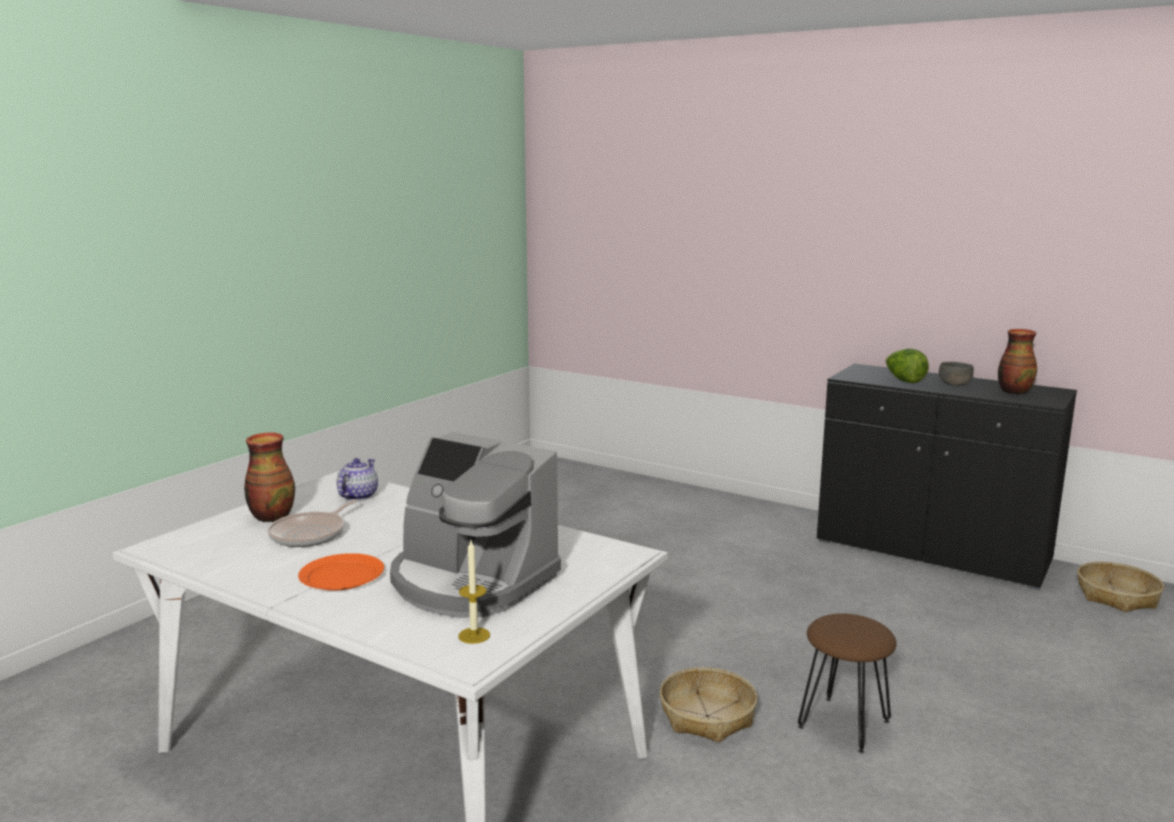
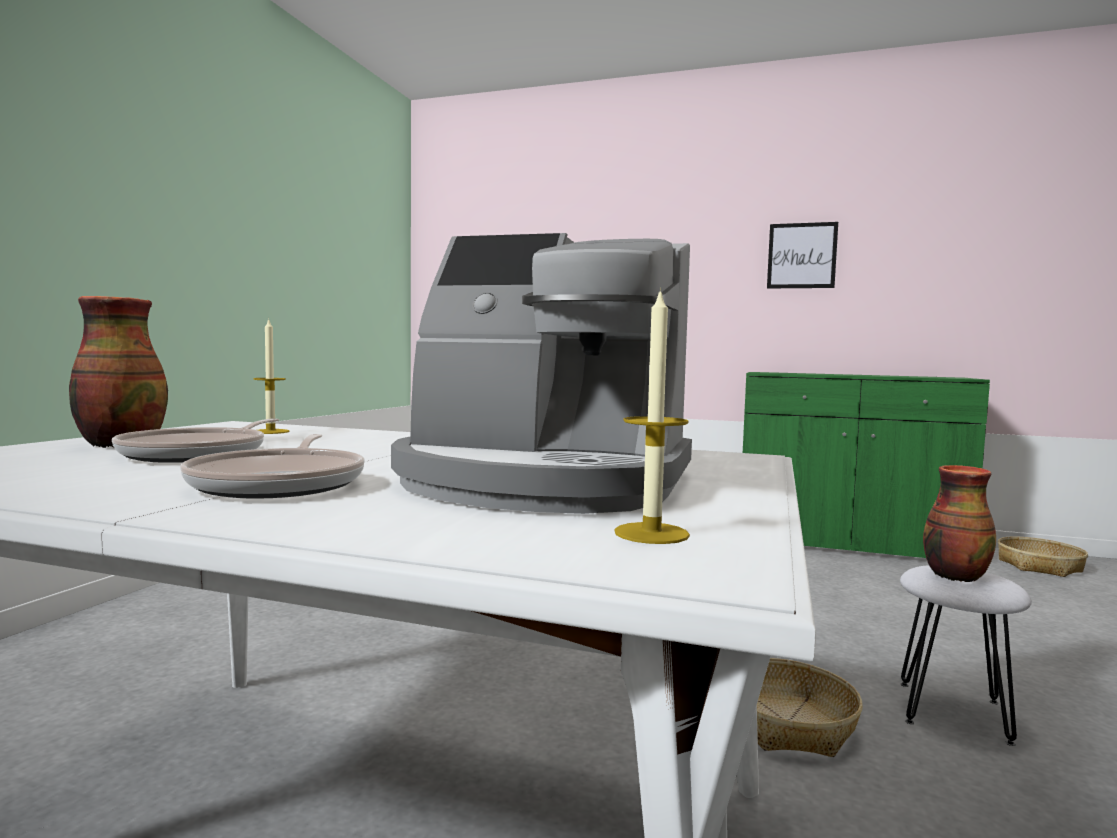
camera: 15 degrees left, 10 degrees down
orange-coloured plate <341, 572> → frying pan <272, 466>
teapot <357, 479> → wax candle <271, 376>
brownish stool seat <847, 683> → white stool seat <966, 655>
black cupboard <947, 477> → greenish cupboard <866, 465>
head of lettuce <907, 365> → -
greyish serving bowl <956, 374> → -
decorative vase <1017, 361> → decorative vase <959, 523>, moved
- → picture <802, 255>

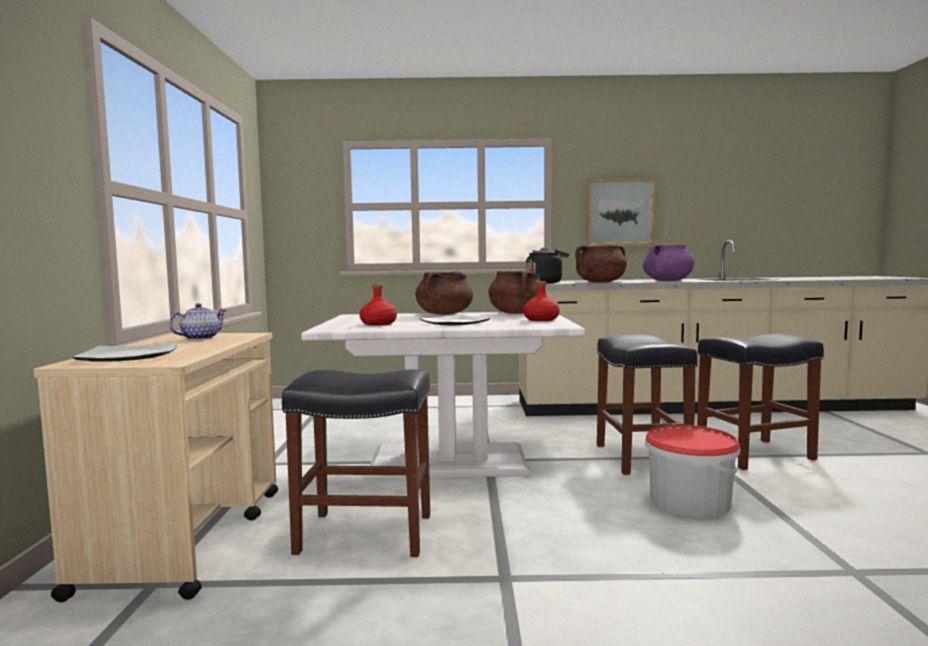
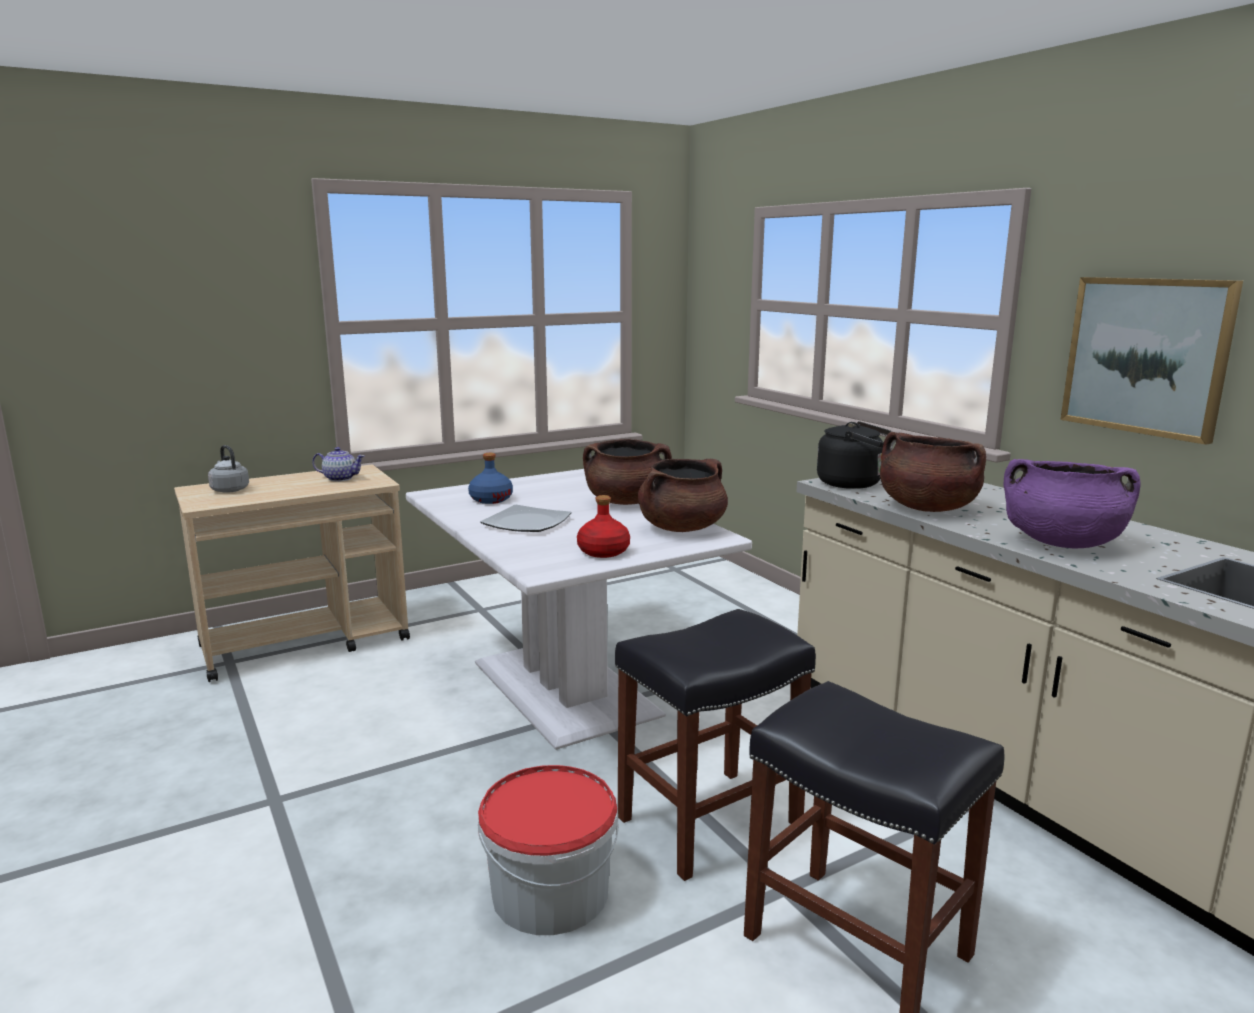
camera: 60 degrees right, 10 degrees up
plate <124, 352> → greyish tea kettle <228, 469>
black stool seat <356, 463> → -
reddish drink bottle <378, 305> → bluish drink bottle <490, 478>

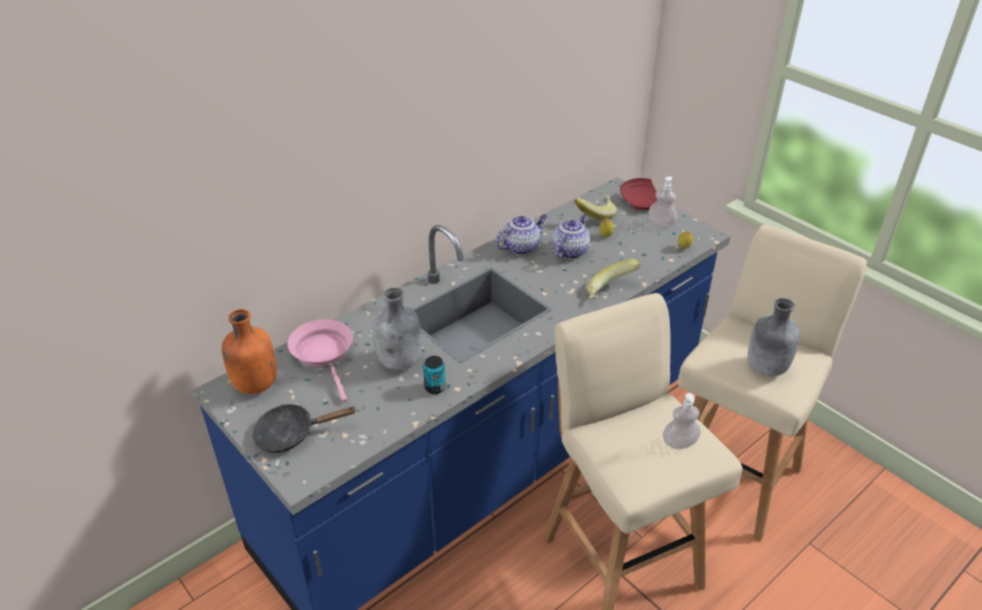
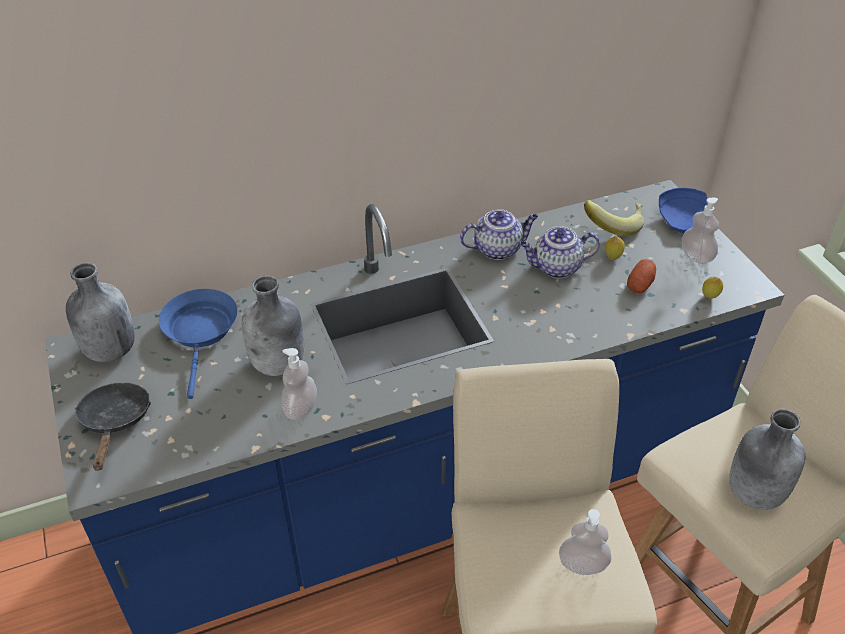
camera: 20 degrees right, 5 degrees up
orange-coloured drink bottle <249, 351> → greyish drink bottle <100, 312>
black frying pan <304, 428> → black frying pan <113, 426>, 75 degrees clockwise
pink frying pan <320, 360> → bluish frying pan <198, 344>
can <434, 375> → liquid soap bottle <299, 384>
teapot <571, 236> → teapot <560, 252>, 150 degrees counterclockwise
whole banana <613, 279> → -
reddish plate <638, 194> → bluish plate <683, 210>
- → whole potato <641, 276>

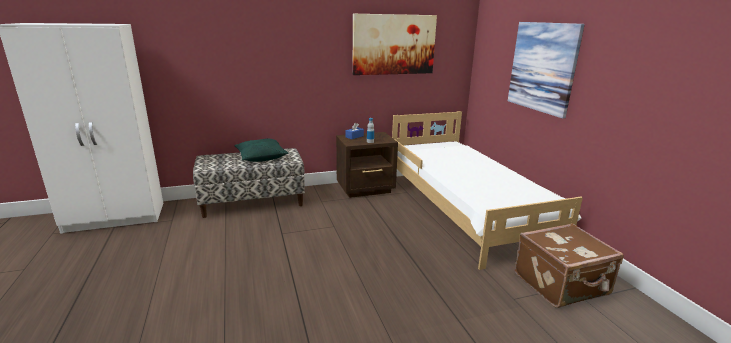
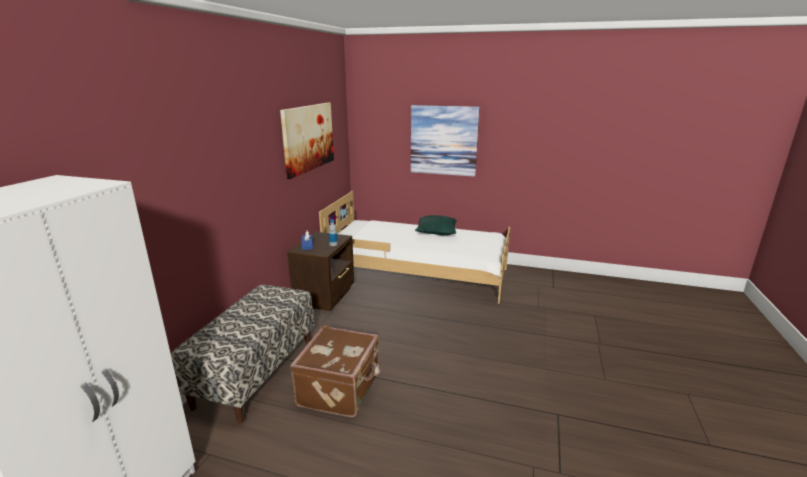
camera: 55 degrees left, 0 degrees up
greenish pillow <261, 150> → greenish pillow <436, 225>, moved
brownish suitcase <569, 265> → brownish suitcase <335, 371>, moved

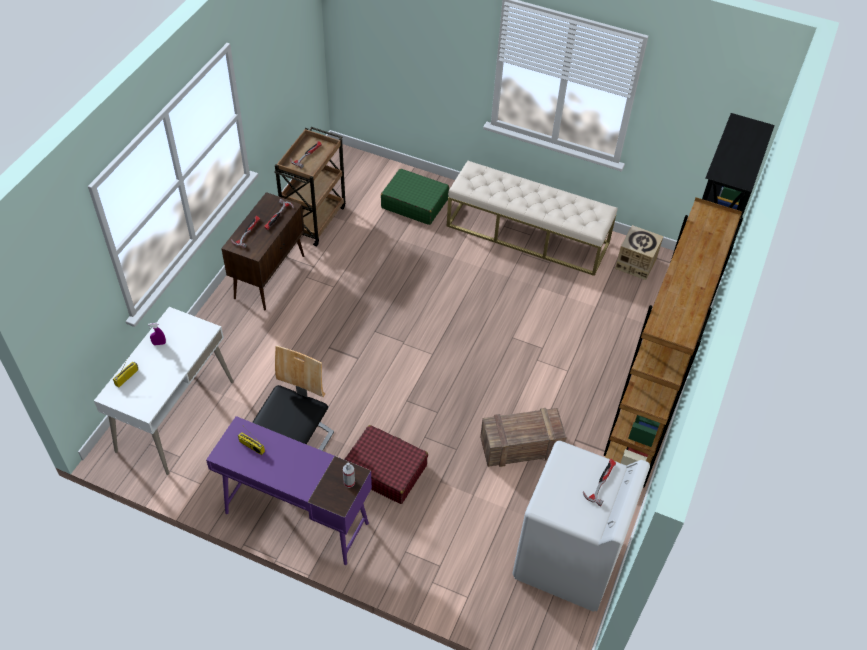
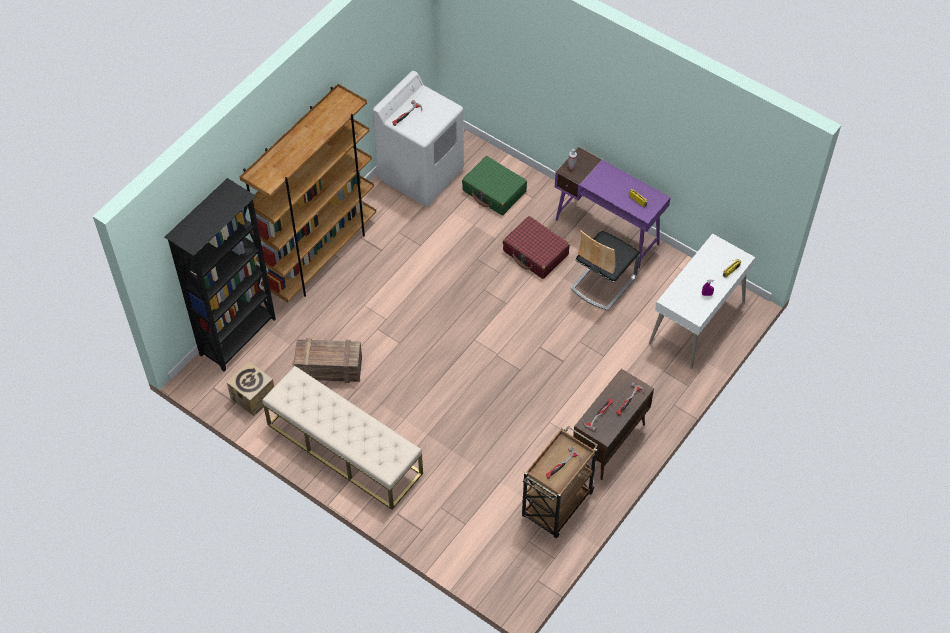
camera: 165 degrees left, 5 degrees up
greenish suitcase <415, 197> → greenish suitcase <494, 185>, moved
packing crate <523, 437> → packing crate <327, 360>, moved

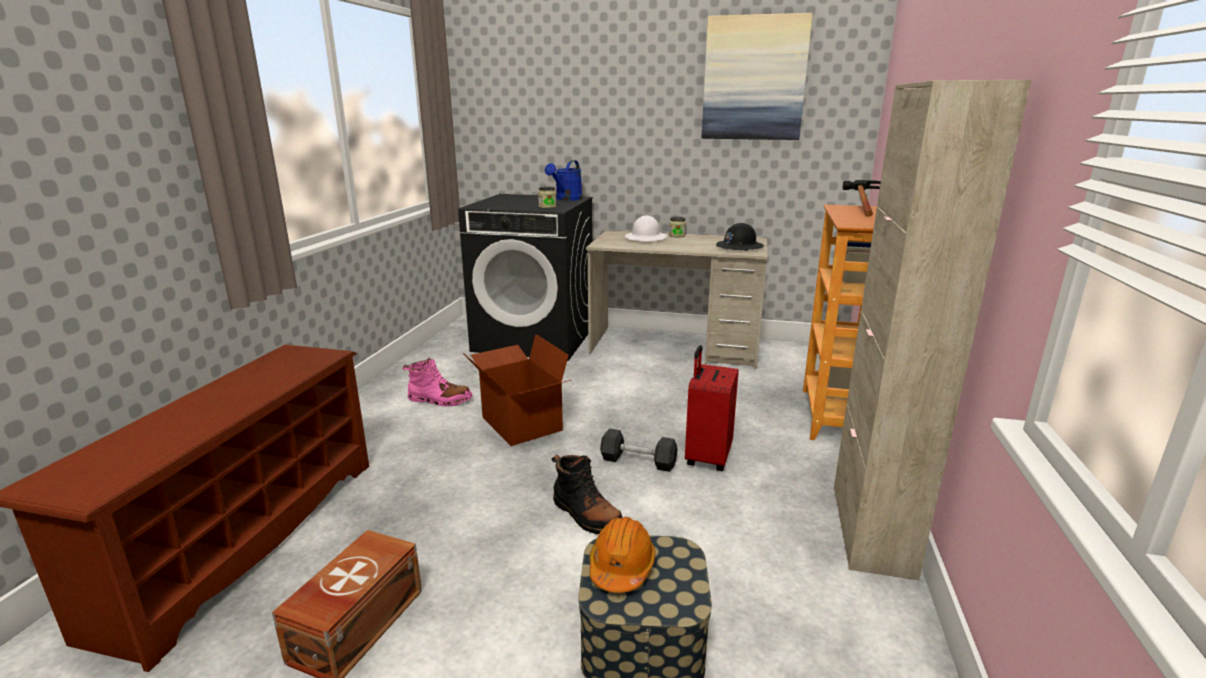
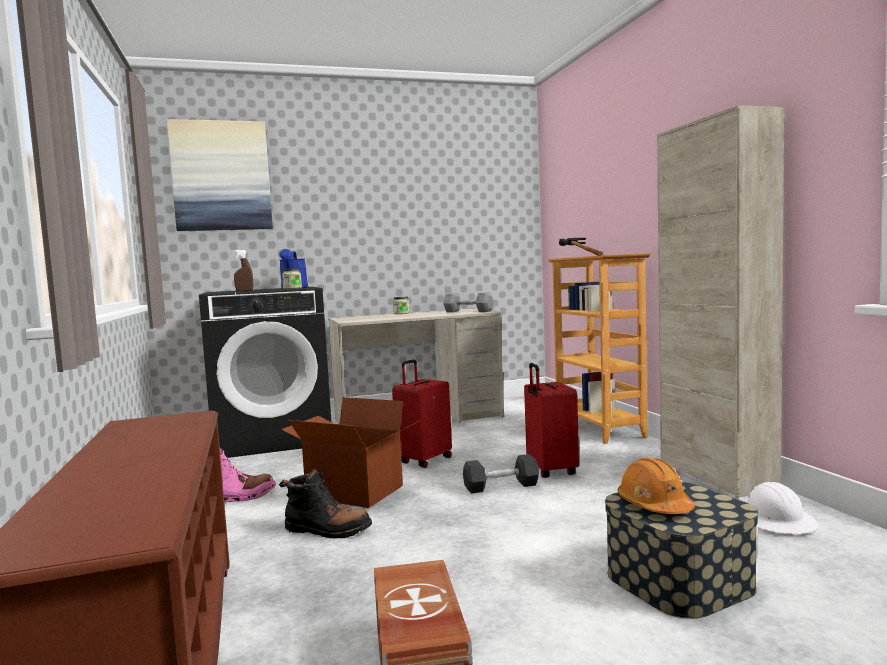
camera: 30 degrees left, 15 degrees down
black high-top boot <587, 494> → black high-top boot <325, 503>, moved
white hard hat <646, 228> → white hard hat <782, 508>, moved
picture <757, 76> → picture <220, 175>, moved
black hard hat <740, 237> → greyish hand weight <468, 302>
- → brownish spray bottle <243, 270>
- → reddish suitcase <422, 413>

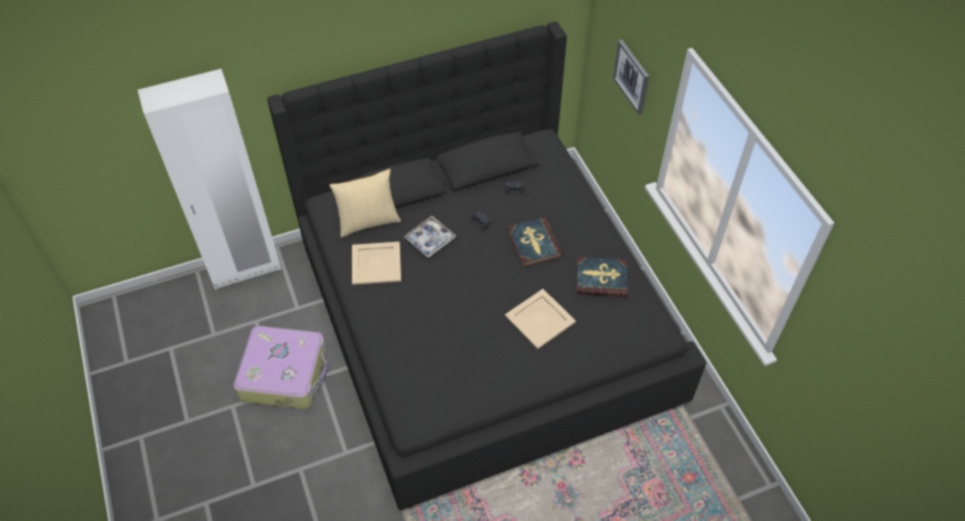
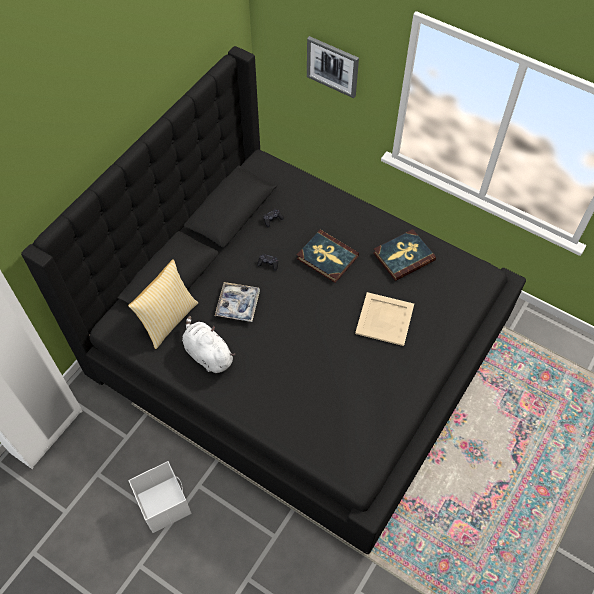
camera: 35 degrees left, 5 degrees up
suitcase <281, 367> → white storage box <159, 497>
beige-coloured serving tray <376, 263> → white soft toy <209, 344>

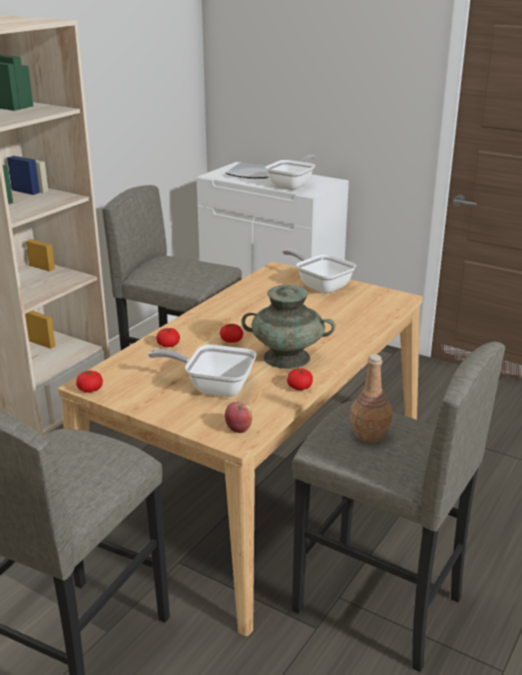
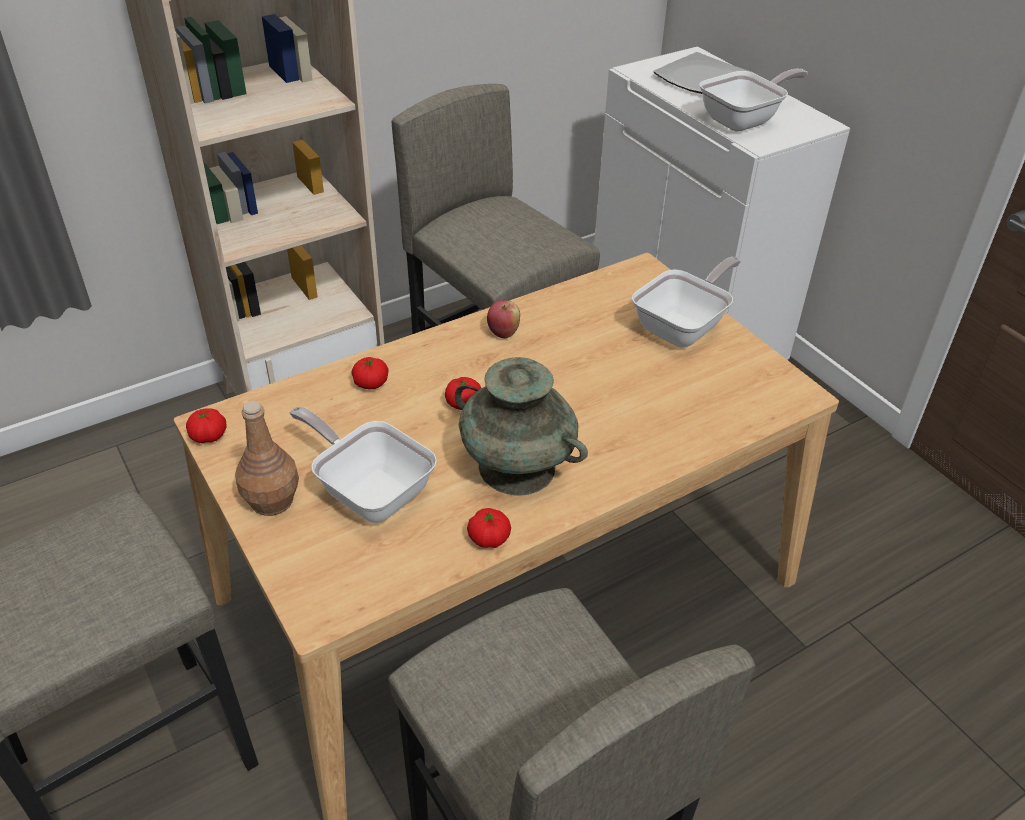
camera: 25 degrees right, 15 degrees up
whole apple <238, 417> → whole apple <503, 319>, moved
frying pan <319, 271> → frying pan <686, 302>, 60 degrees clockwise
brownish drink bottle <371, 398> → brownish drink bottle <267, 458>, moved

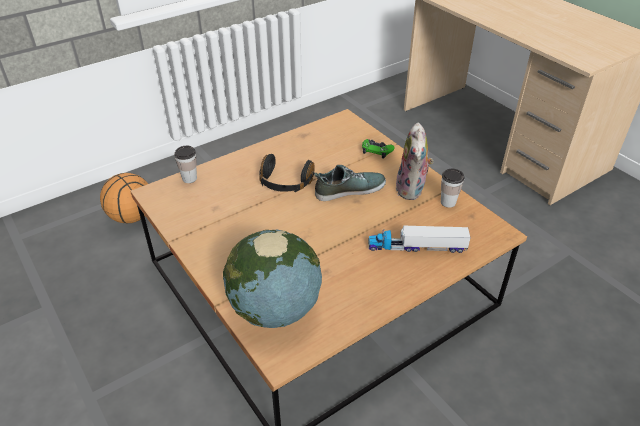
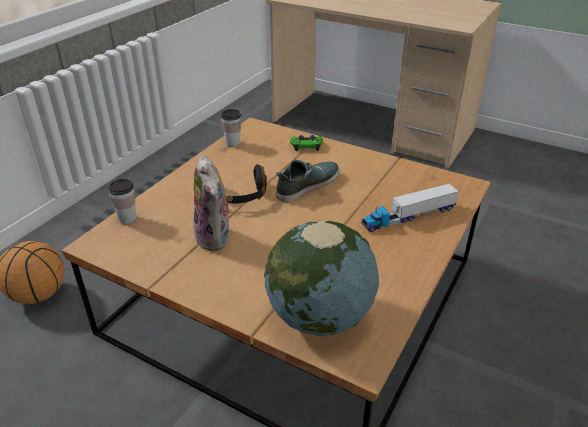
camera: 25 degrees left, 5 degrees down
soft toy <414, 161> → soft toy <213, 203>, moved
small cup <453, 188> → small cup <231, 128>, moved

